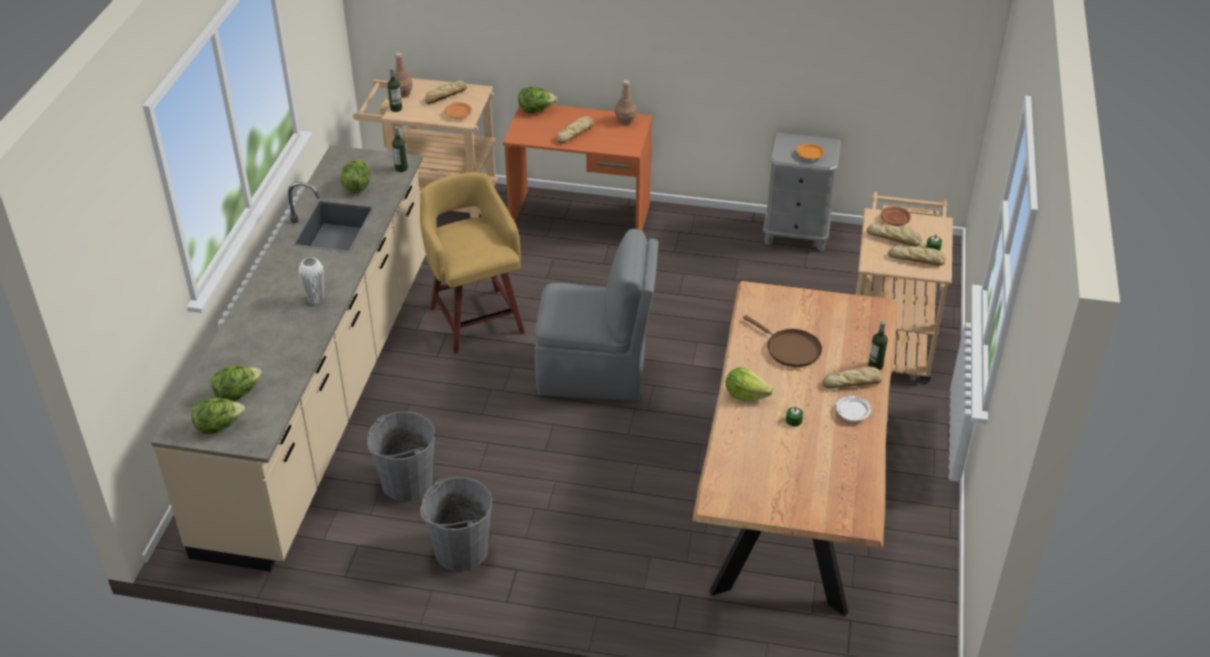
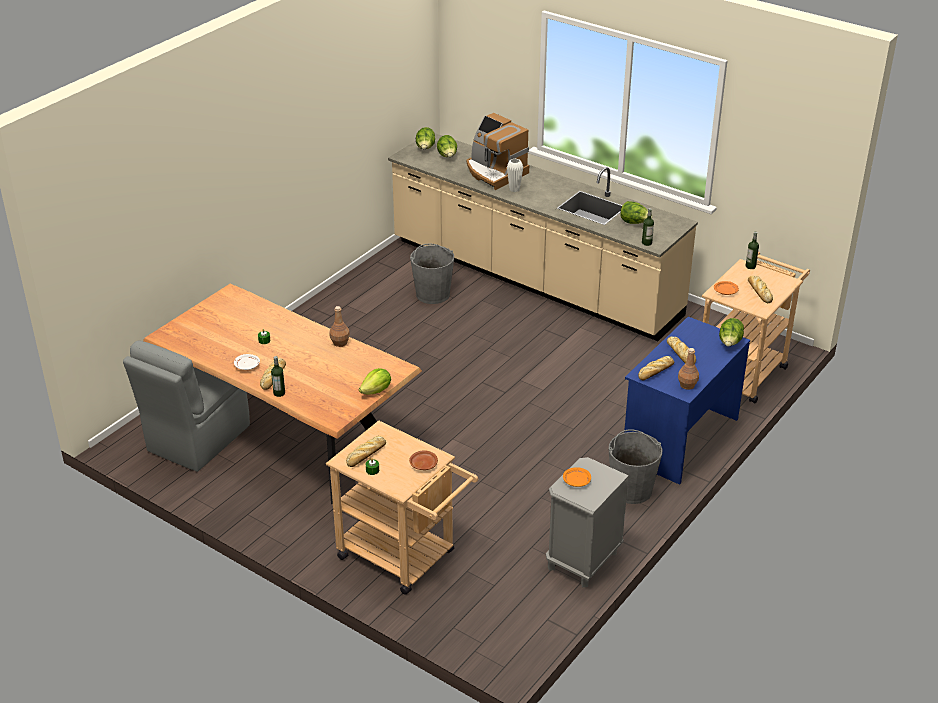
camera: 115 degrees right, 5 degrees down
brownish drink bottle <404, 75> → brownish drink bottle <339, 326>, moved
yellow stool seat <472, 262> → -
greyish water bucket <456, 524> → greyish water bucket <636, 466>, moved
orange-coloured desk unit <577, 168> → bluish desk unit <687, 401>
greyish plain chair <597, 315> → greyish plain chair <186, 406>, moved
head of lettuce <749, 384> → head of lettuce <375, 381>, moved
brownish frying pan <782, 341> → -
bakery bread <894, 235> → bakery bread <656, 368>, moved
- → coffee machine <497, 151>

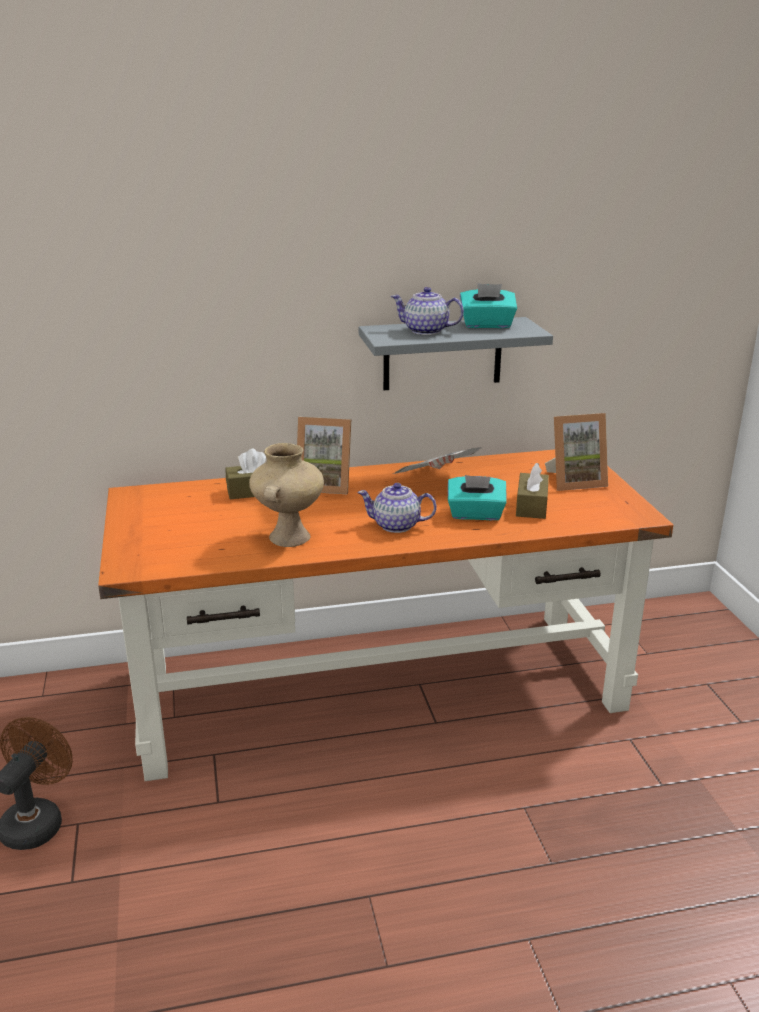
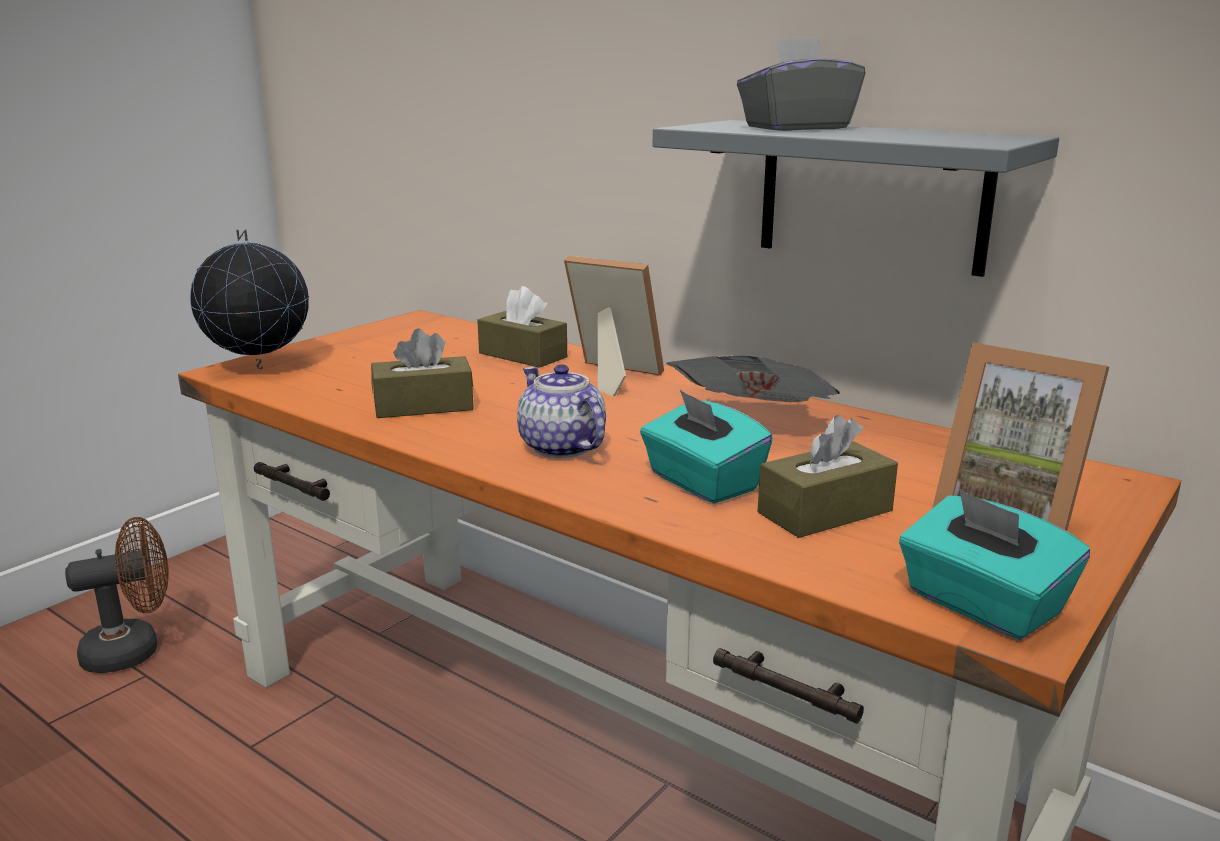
camera: 50 degrees right, 5 degrees down
beige-coloured decorative vase <286, 495> → brownish box of tissues <422, 373>
photo frame <324, 455> → photo frame <614, 326>, 150 degrees clockwise
teapot <427, 311> → greyish box of tissues <801, 84>
blue-green box of tissues <488, 305> → blue-green box of tissues <994, 564>, moved
- → desk globe <249, 299>

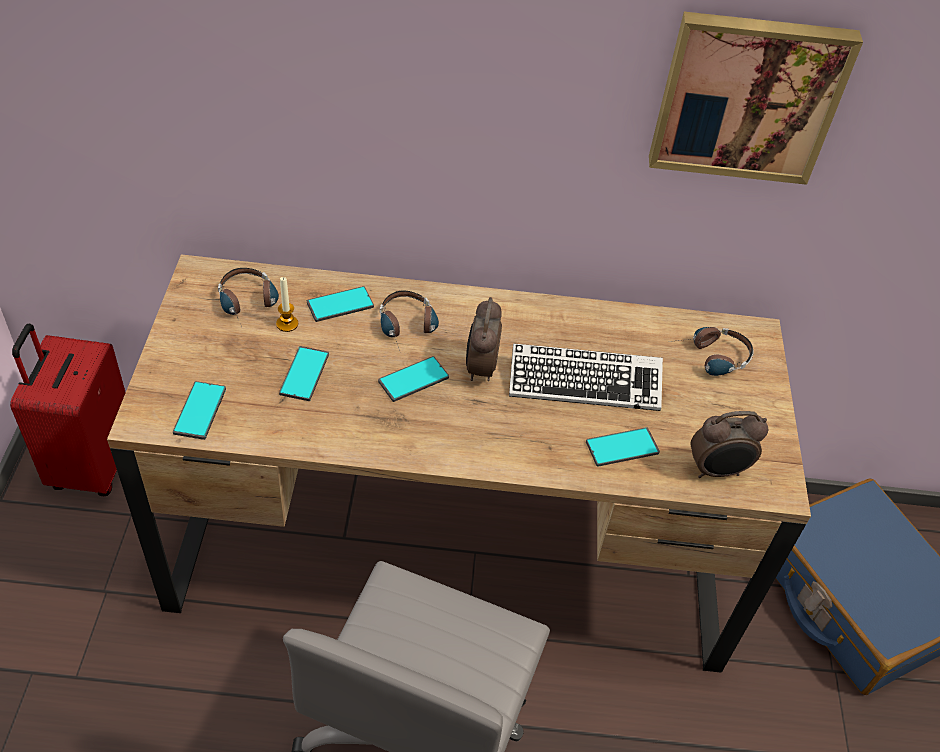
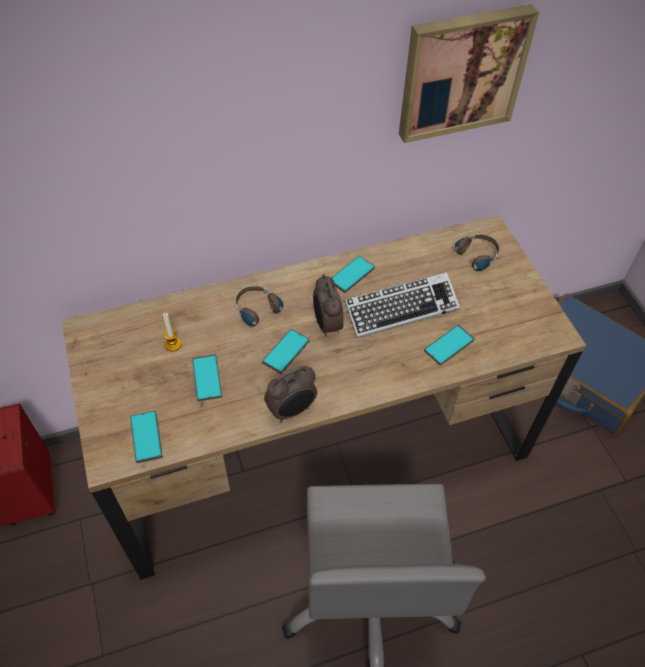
camera: 20 degrees left, 5 degrees up
headset <248, 297> → -
telephone <340, 304> → telephone <353, 274>, moved
bedside clock <729, 444> → bedside clock <290, 394>, moved

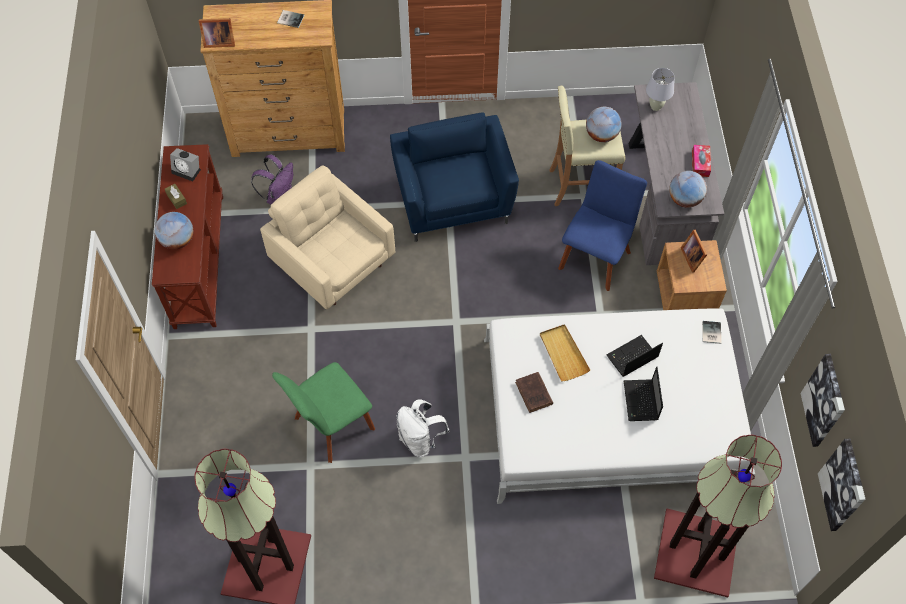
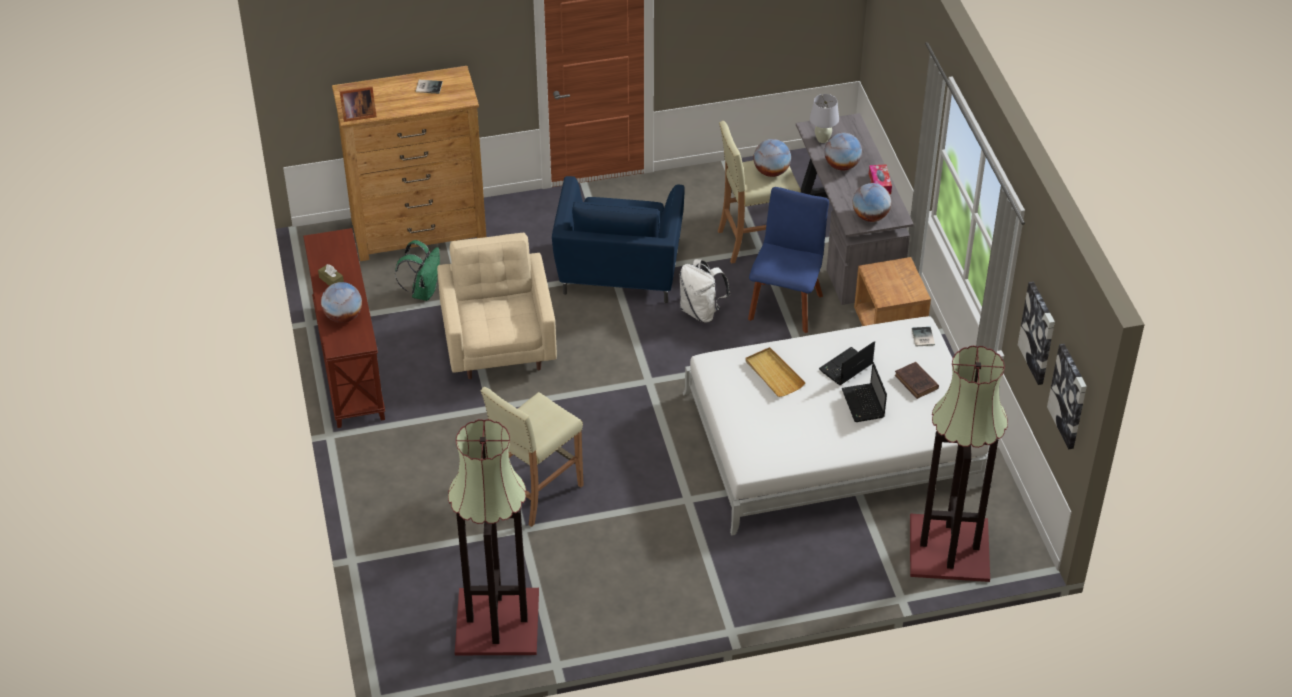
camera: 10 degrees left, 15 degrees down
bedside clock <185, 164> → -
purple-coloured knapsack <272, 179> → greenish knapsack <417, 270>
beige-coloured armchair <327, 237> → beige-coloured armchair <497, 306>, 45 degrees clockwise
greenish plain chair <323, 412> → beige-coloured stool seat <532, 457>
bluish armchair <454, 177> → bluish armchair <618, 239>, 150 degrees counterclockwise
white knapsack <422, 428> → white knapsack <705, 291>, moved
brownish bound book <534, 392> → brownish bound book <917, 380>, moved
photo frame <694, 251> → -
- → desk globe <843, 151>

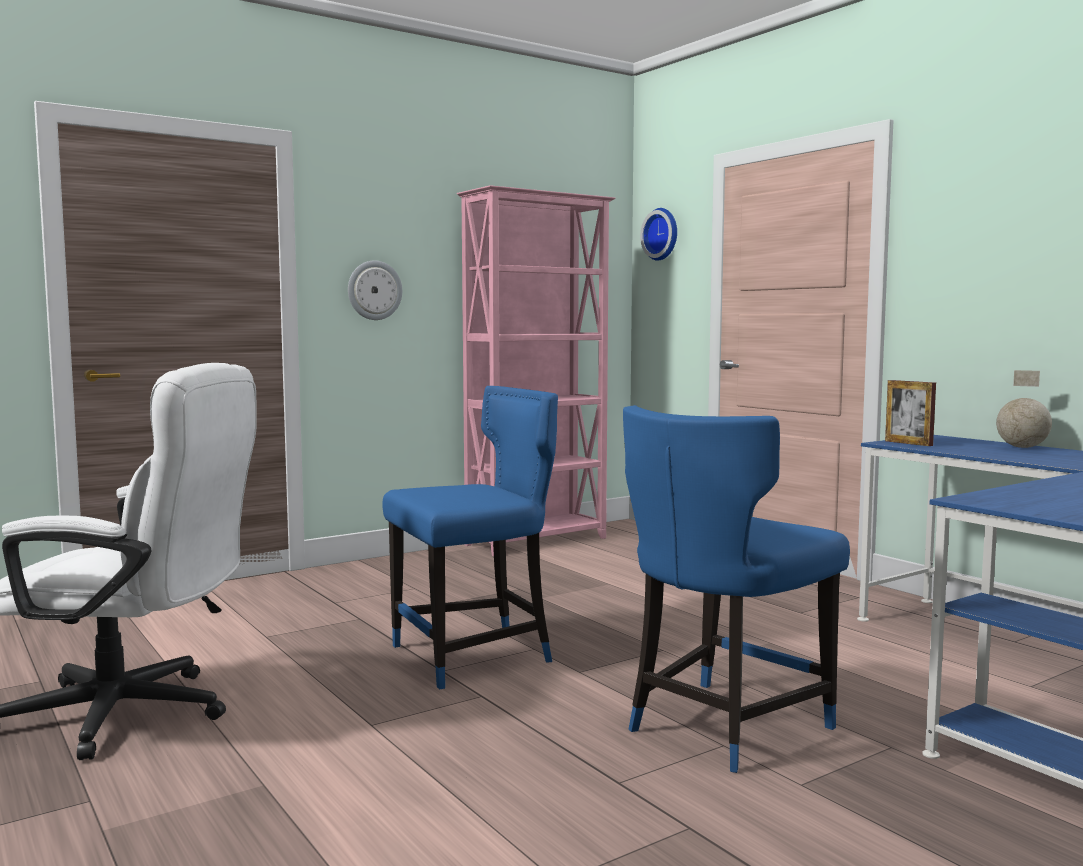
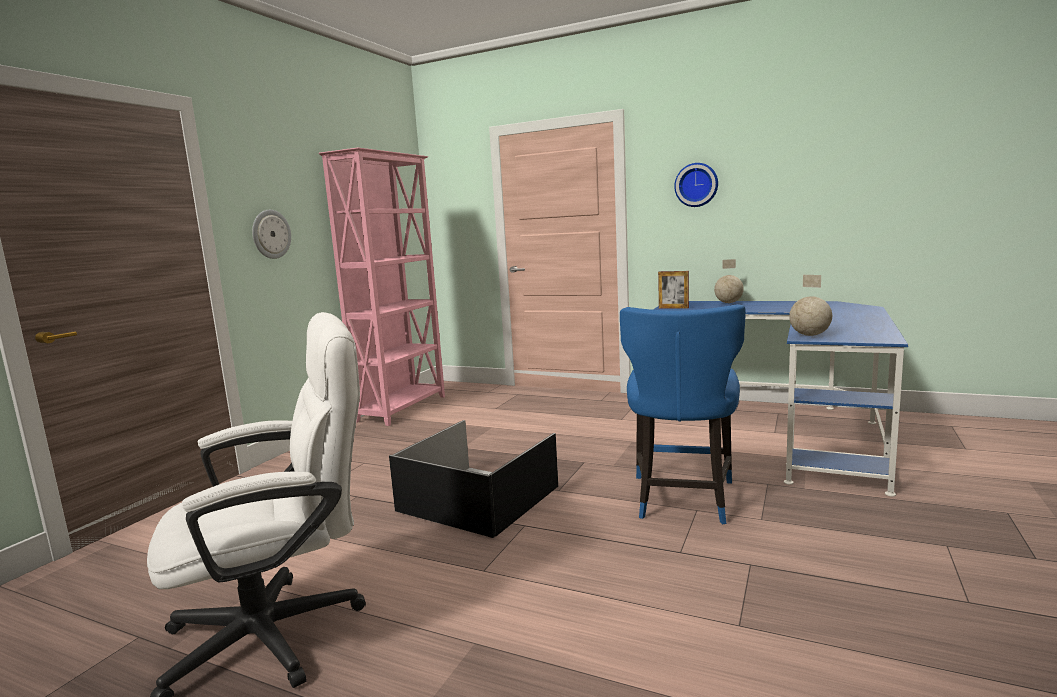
camera: 30 degrees left, 5 degrees up
bluish plain chair <470, 538> → black storage box <473, 479>
wall clock <658, 234> → wall clock <696, 185>, moved
- → desk globe <810, 305>

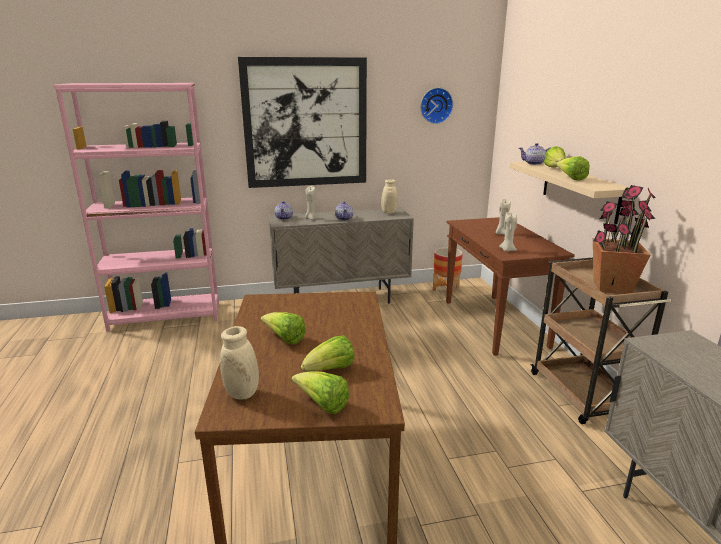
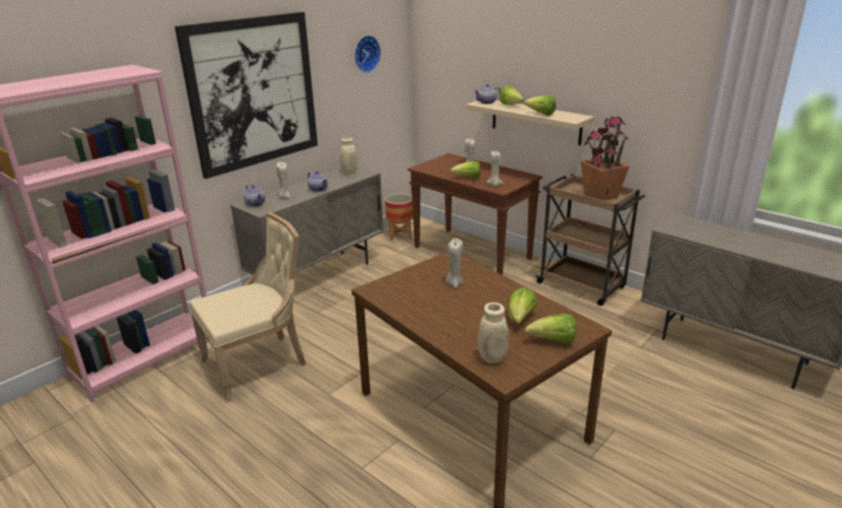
camera: 35 degrees left, 5 degrees up
head of lettuce <283, 328> → head of lettuce <465, 170>, moved
- → beige-coloured plain chair <248, 307>
- → beige-coloured wax candle <454, 263>

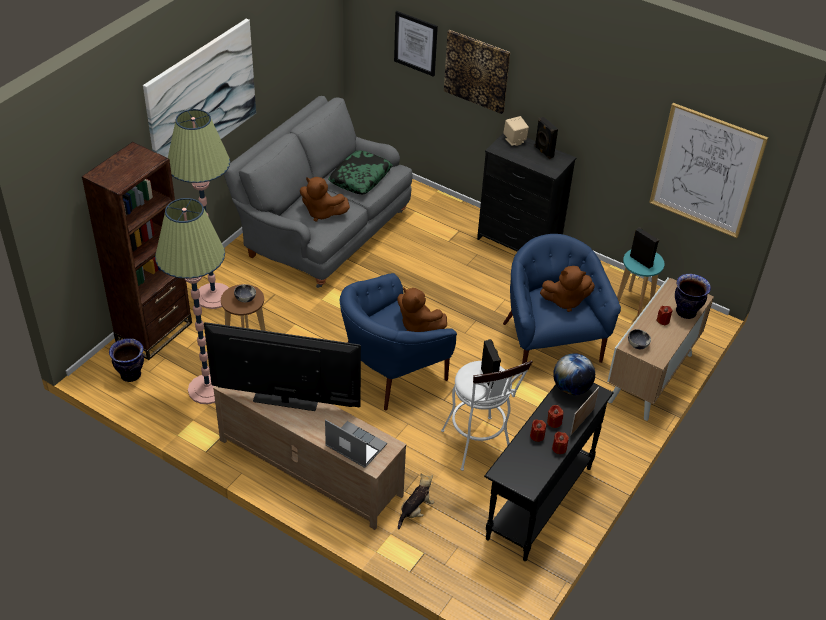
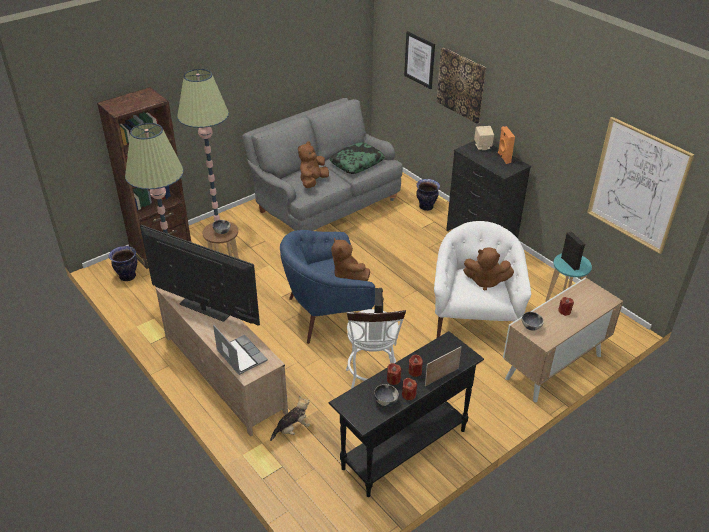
camera: 20 degrees right, 5 degrees down
picture <199, 88> → -
brownish soft toy <325, 199> → brownish soft toy <313, 164>, 75 degrees clockwise
bluish armchair <562, 304> → white armchair <482, 279>
black speaker <546, 138> → orange-coloured speaker <506, 145>
desk globe <574, 374> → -
decorative vase <693, 296> → decorative vase <428, 195>, moved
- → serving bowl <386, 395>

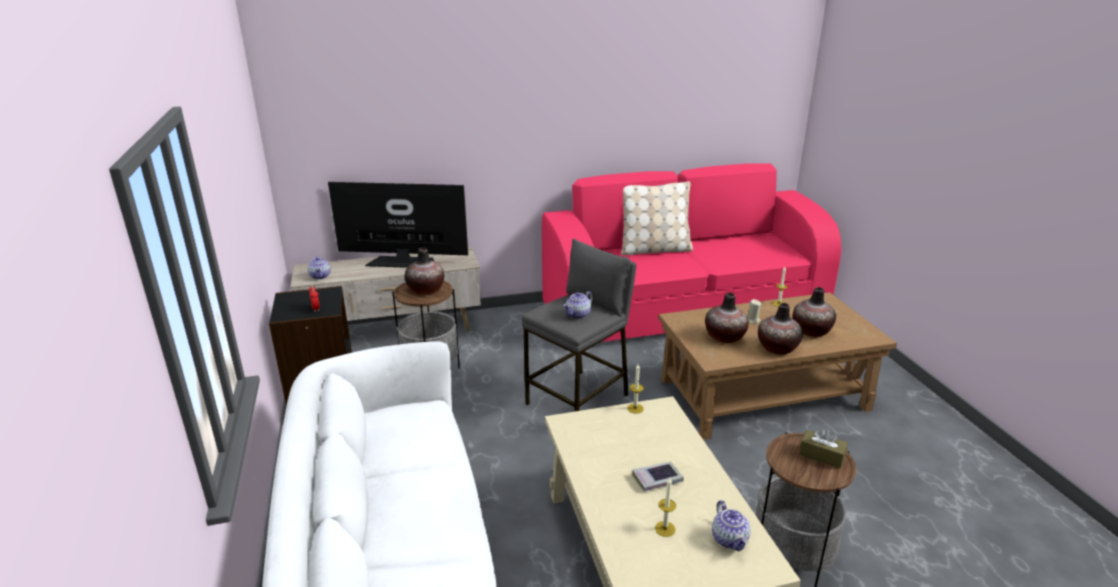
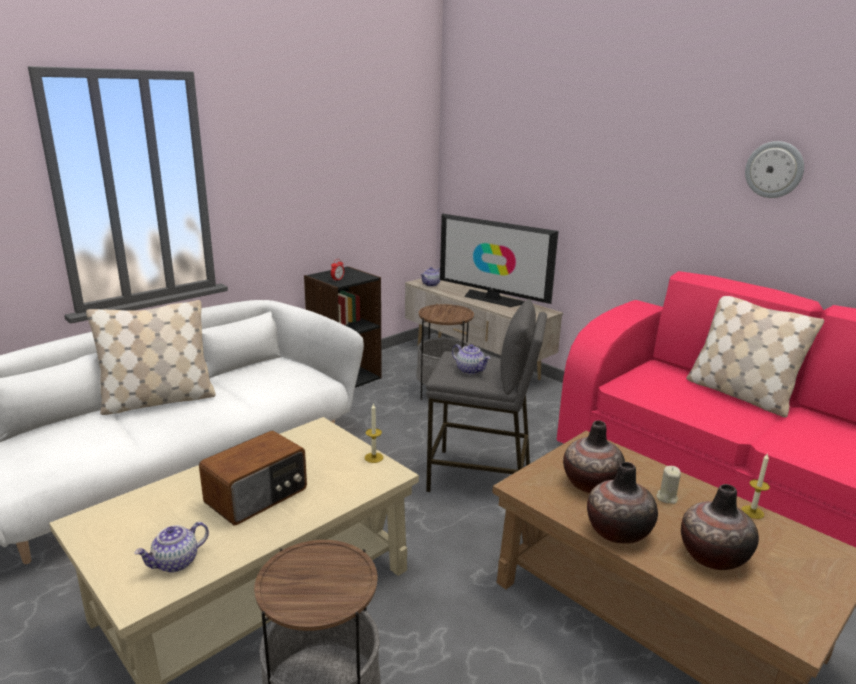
camera: 60 degrees right, 5 degrees down
TV set <398, 225> → TV set <499, 260>, 150 degrees clockwise
decorative vase <424, 271> → -
teapot <578, 305> → teapot <471, 359>, 150 degrees counterclockwise
bound book <658, 476> → radio set <253, 478>
wax candle <665, 507> → -
brownish box of tissues <823, 448> → -
- → beige-coloured pillow <151, 357>
- → wall clock <774, 169>

